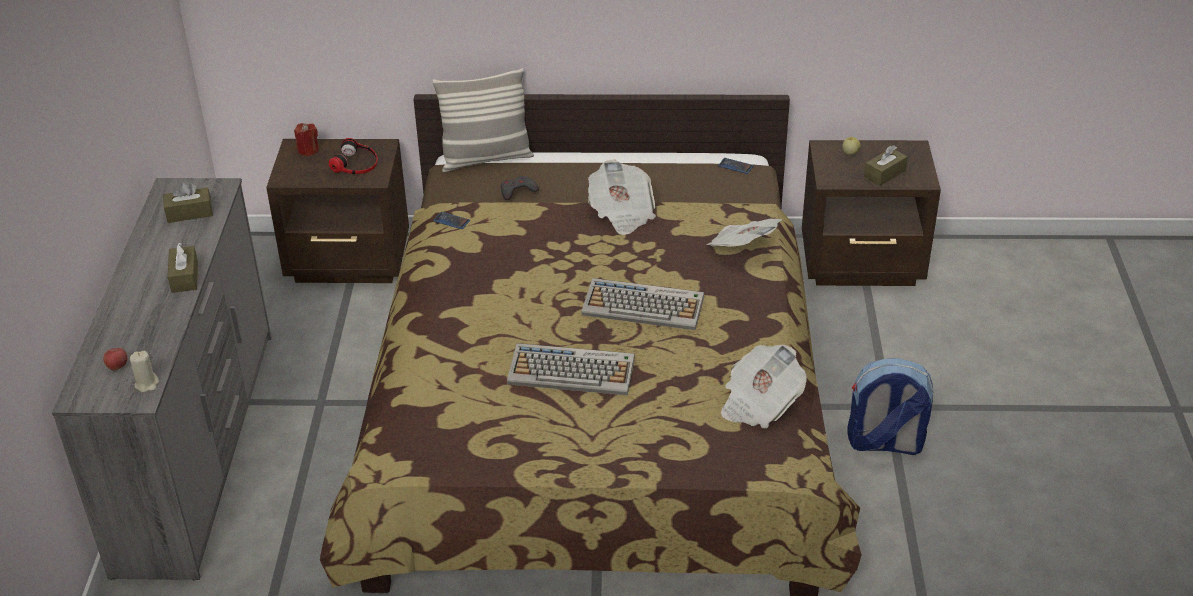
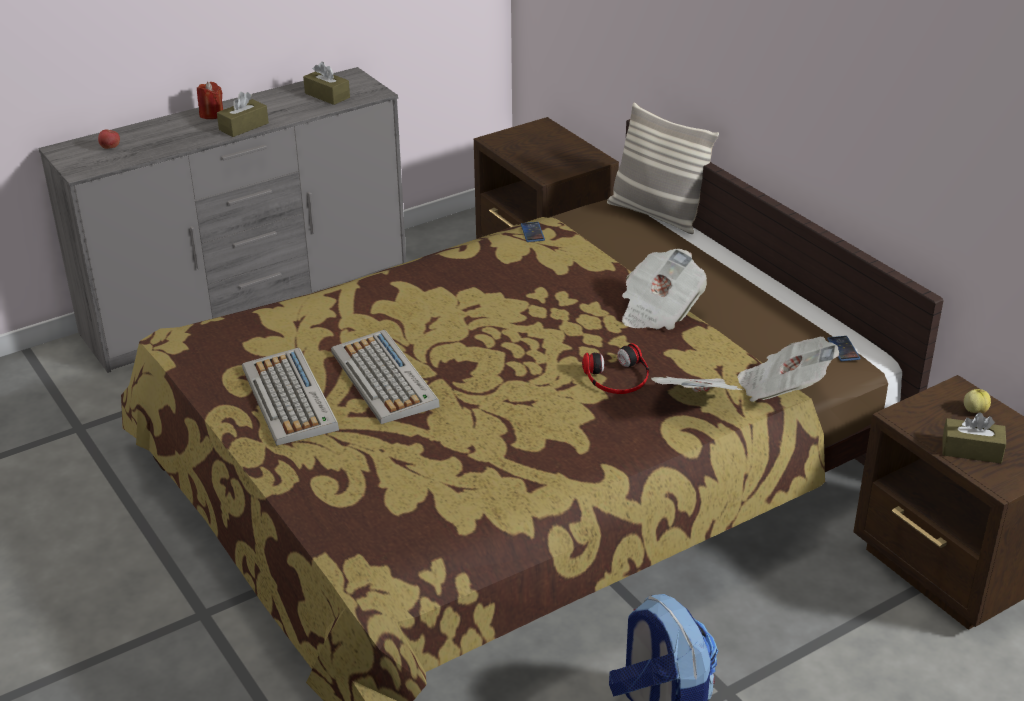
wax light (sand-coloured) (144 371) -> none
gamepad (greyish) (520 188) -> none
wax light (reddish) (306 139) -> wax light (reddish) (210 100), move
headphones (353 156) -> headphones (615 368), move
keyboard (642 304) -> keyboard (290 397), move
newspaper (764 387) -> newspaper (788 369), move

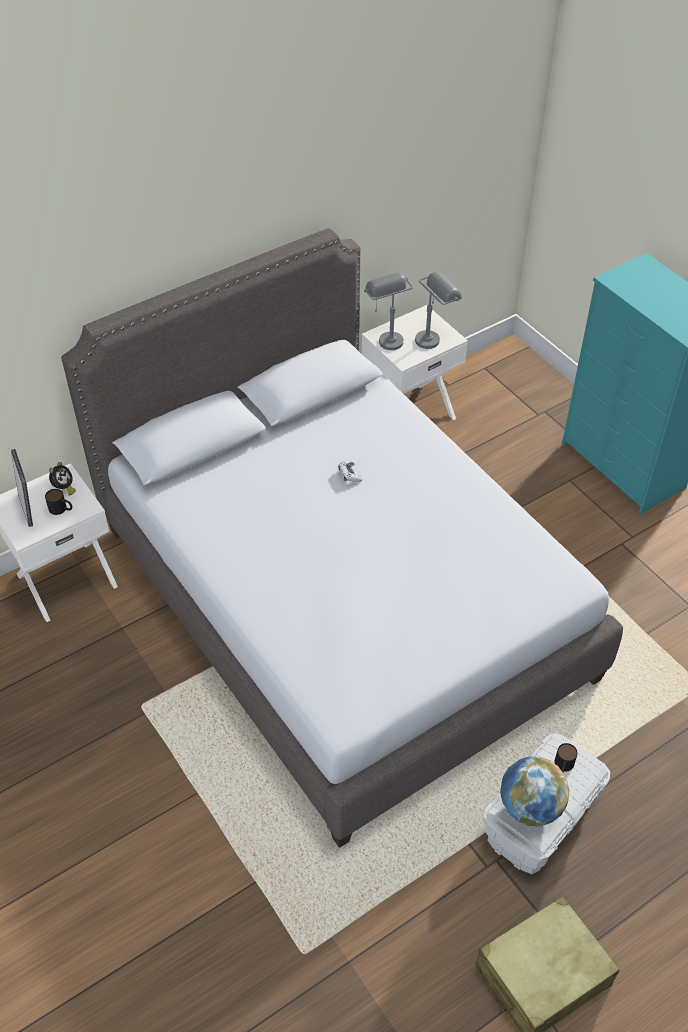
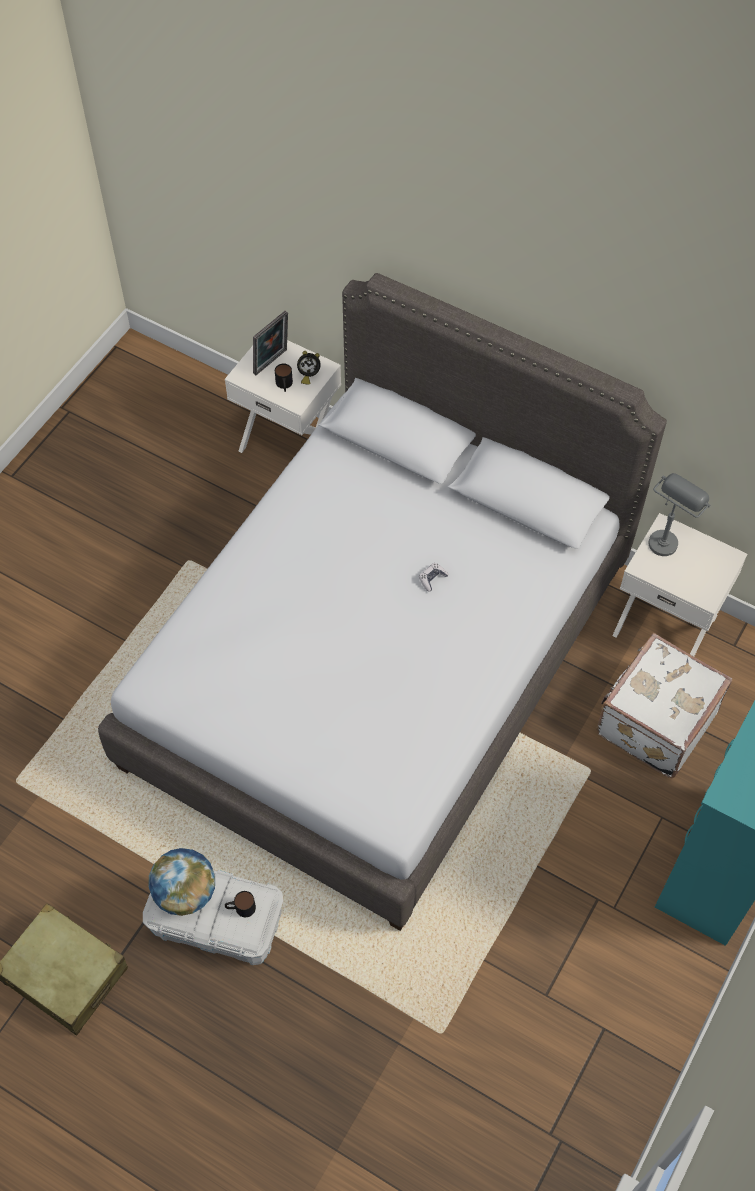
tabletop lamp (greyish) (438 310) -> none
none -> travel case (white) (664 705)

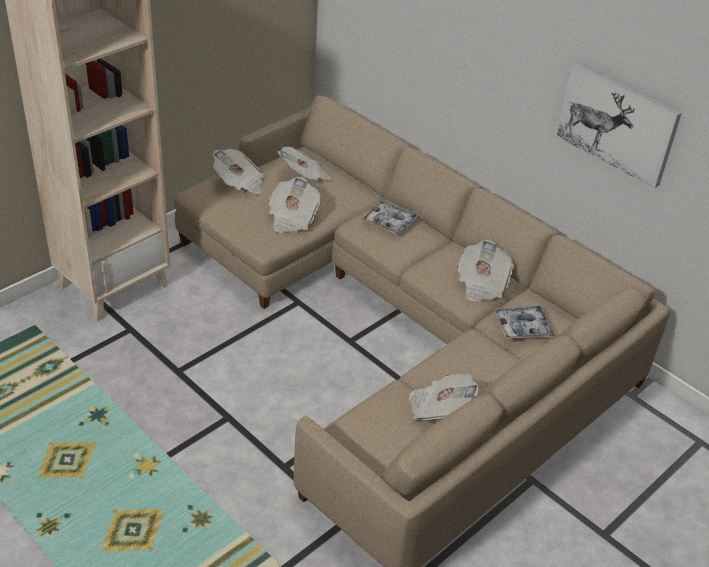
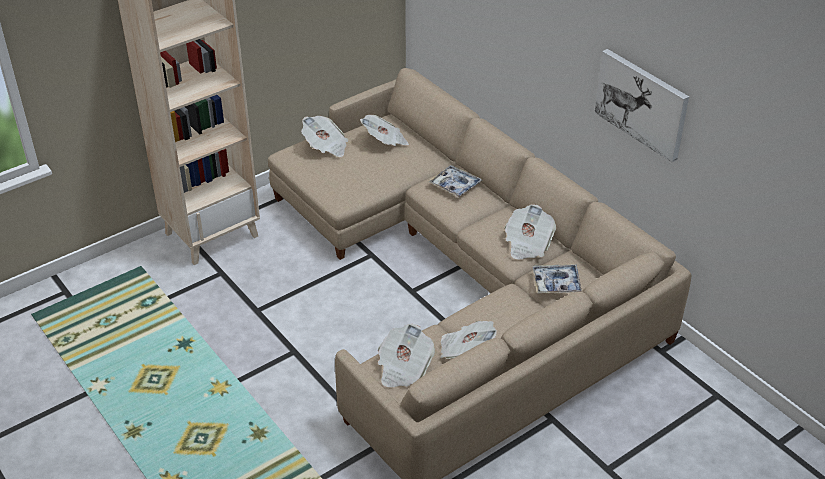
newspaper (294 205) -> newspaper (406 355), move

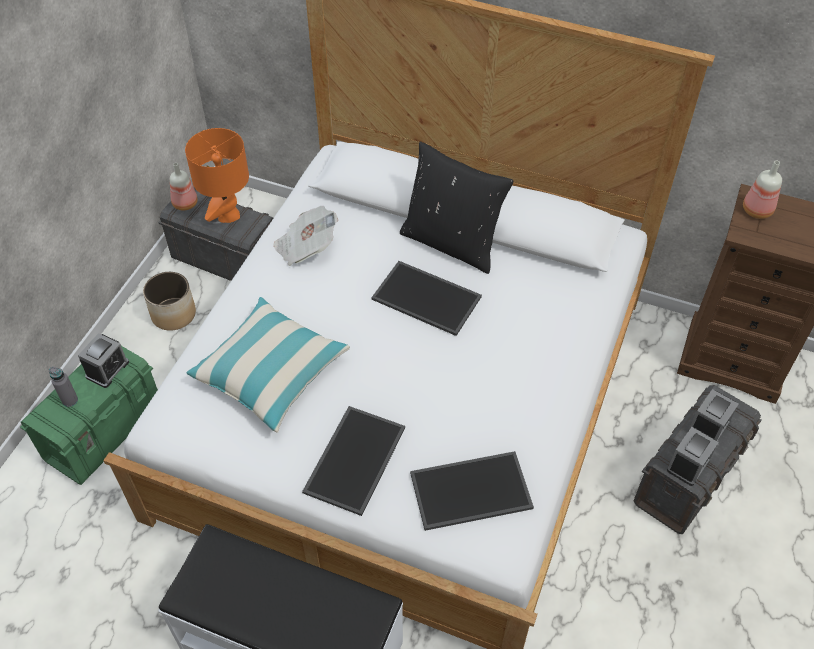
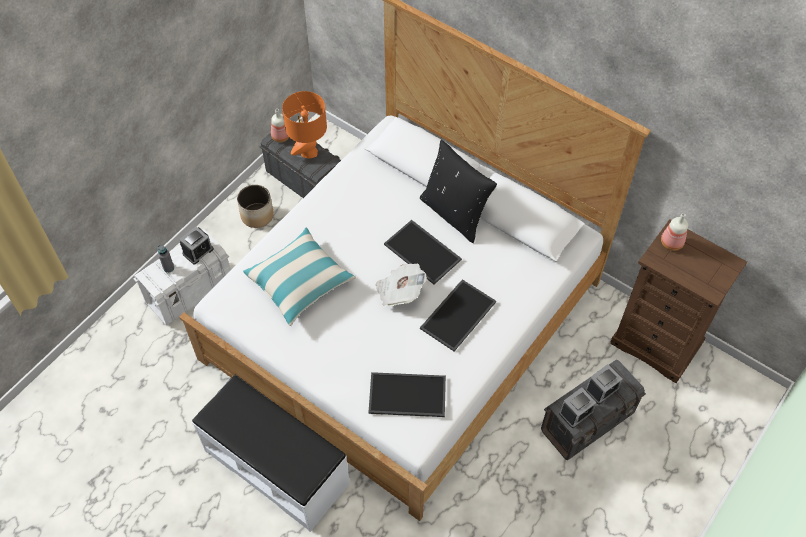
newspaper (305 236) -> newspaper (401 285), move
tray (353 461) -> tray (458 315), move
storage box (greenish) (89 415) -> storage box (white) (182 277)

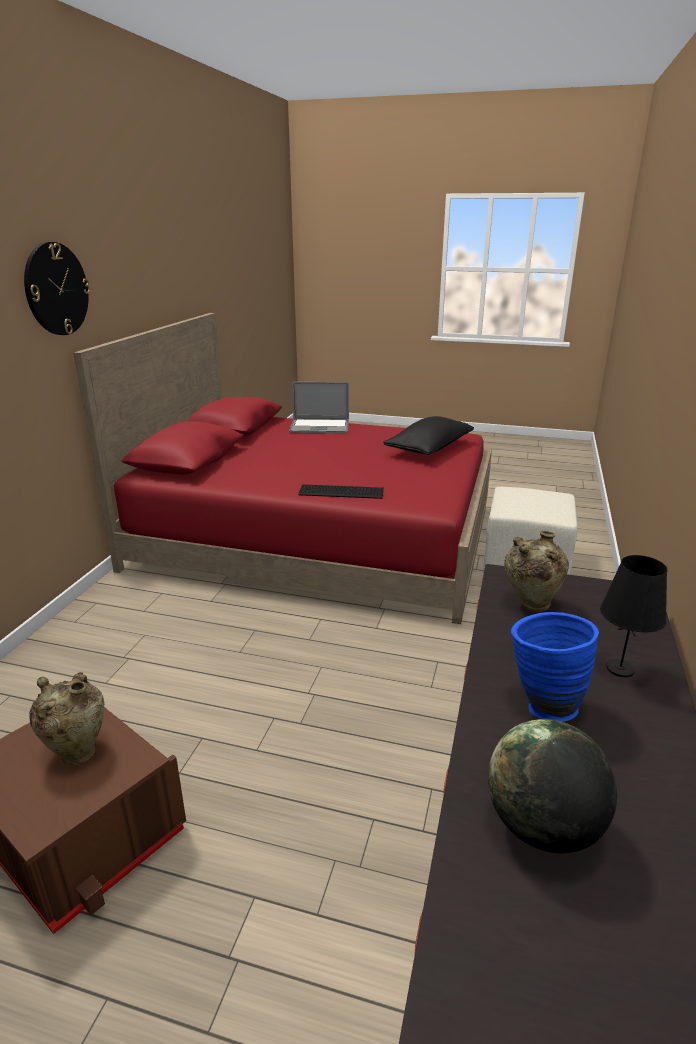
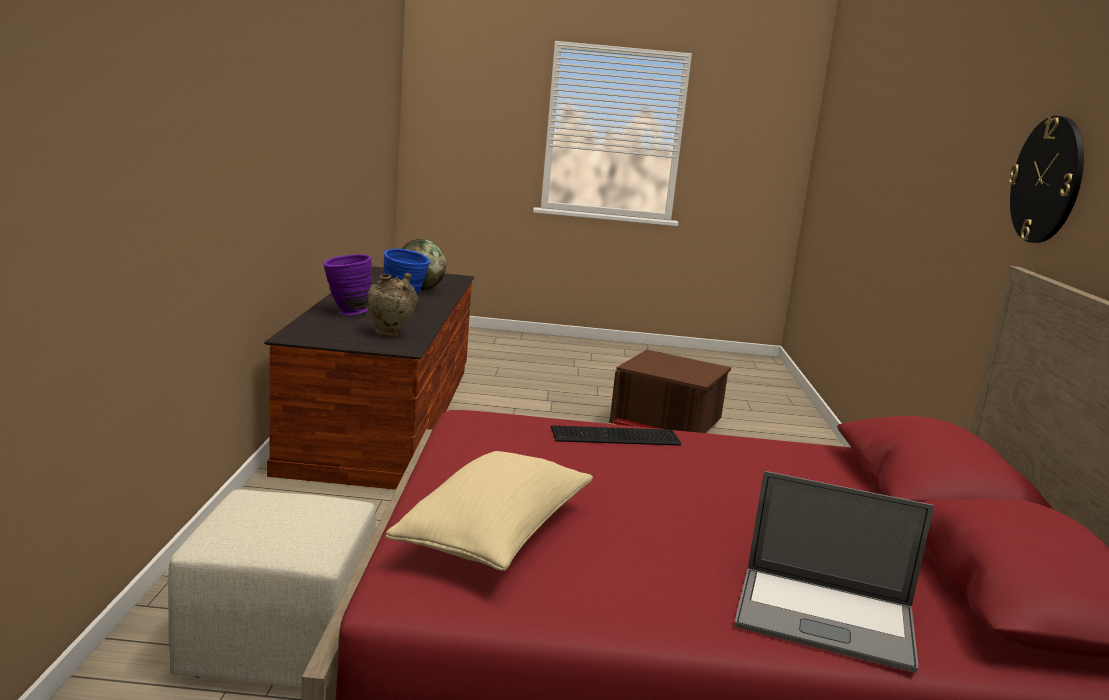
decorative vase (sand-coloured) (67 718) -> none
tabletop lamp (blackish) (634 616) -> decorative vase (purple) (348 284)
pillow (blackish) (428 435) -> pillow (sand-coloured) (489 511)
notebook computer (319 407) -> notebook computer (833 572), 150 degrees counterclockwise

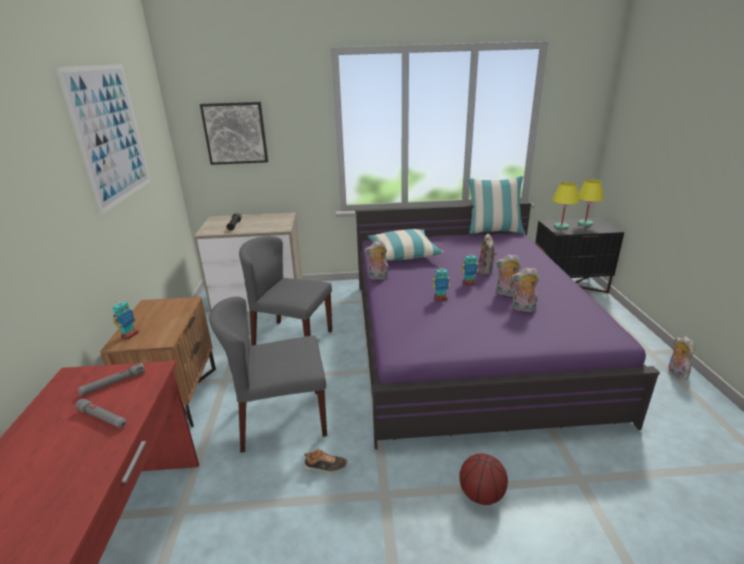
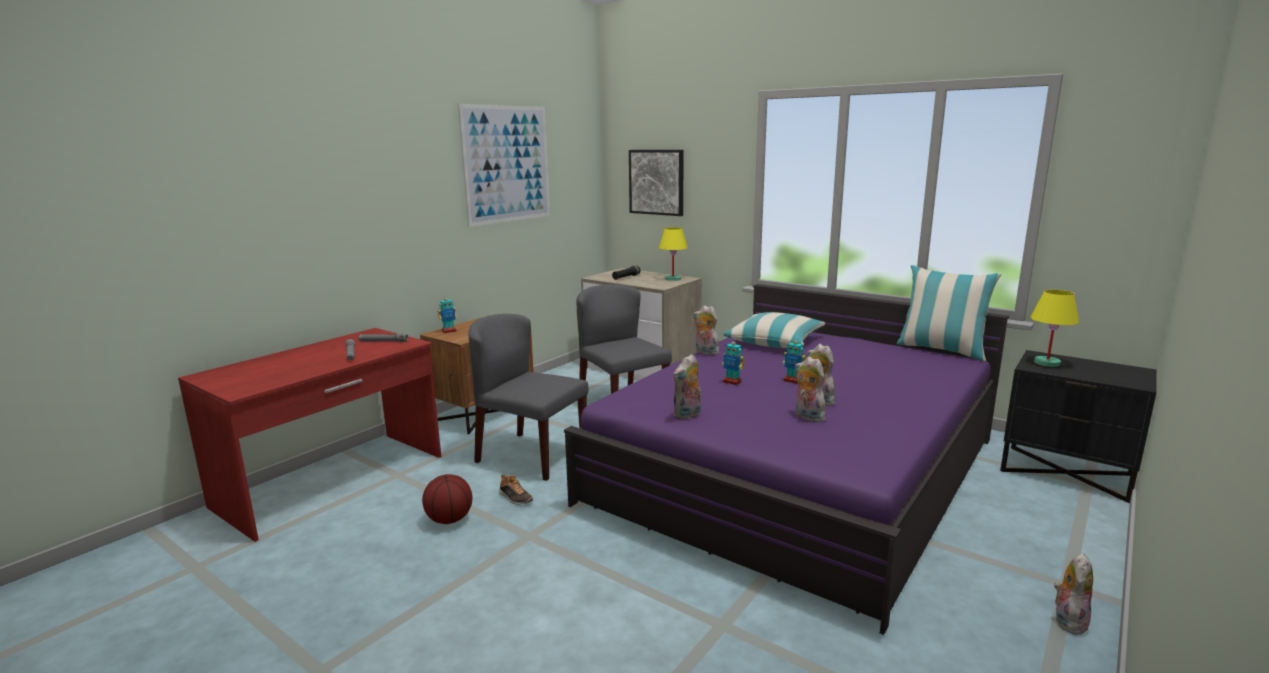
basketball ball (483 479) -> basketball ball (447 499), move
plush toy (487 254) -> plush toy (687 387), move
tabletop lamp (yellowish) (591 203) -> tabletop lamp (yellowish) (673 254), move

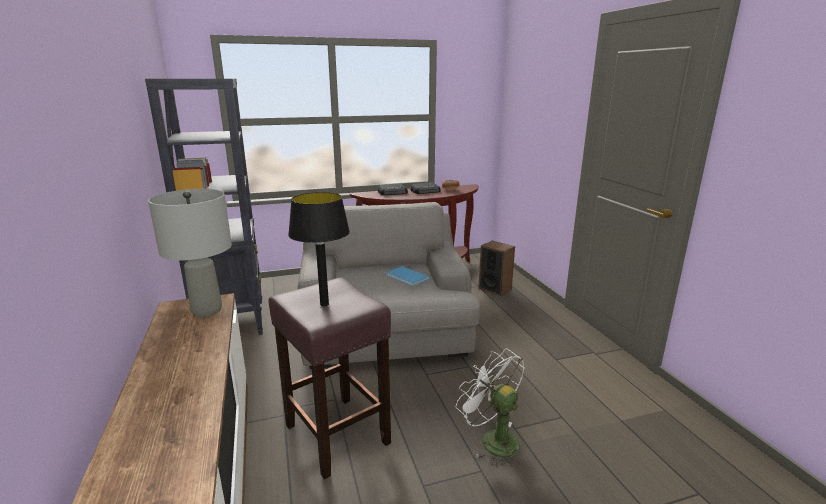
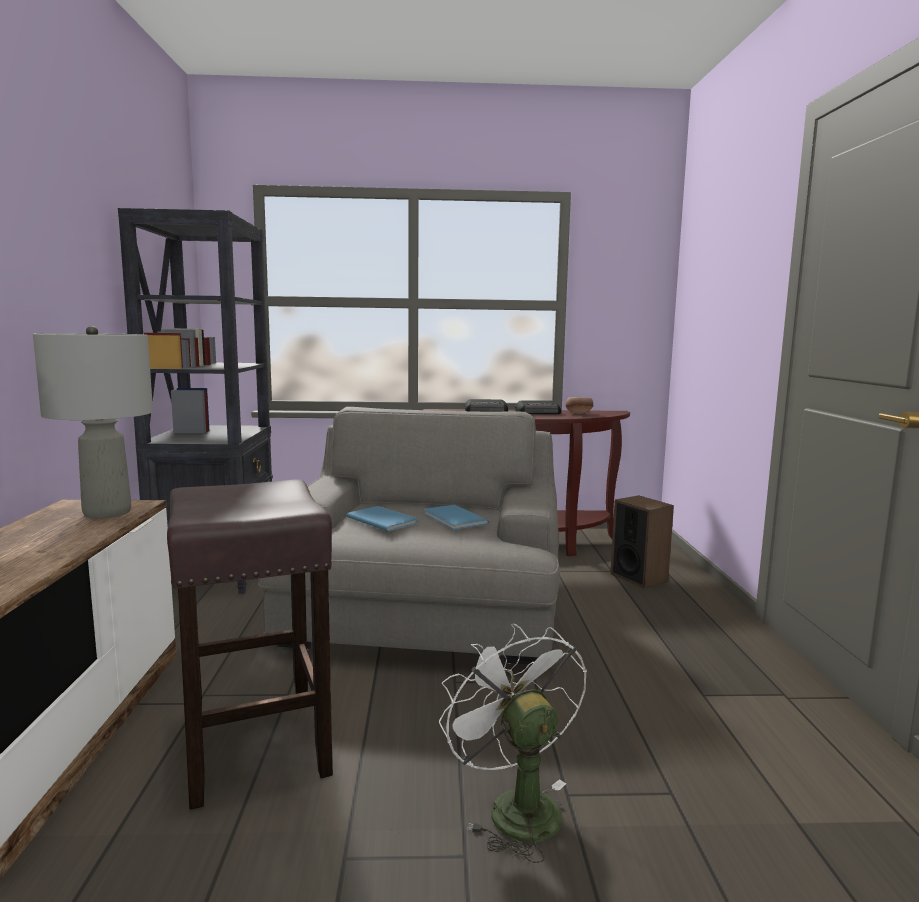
tabletop lamp (blackish) (319 249) -> none
none -> bound book (blue-coloured) (382 518)

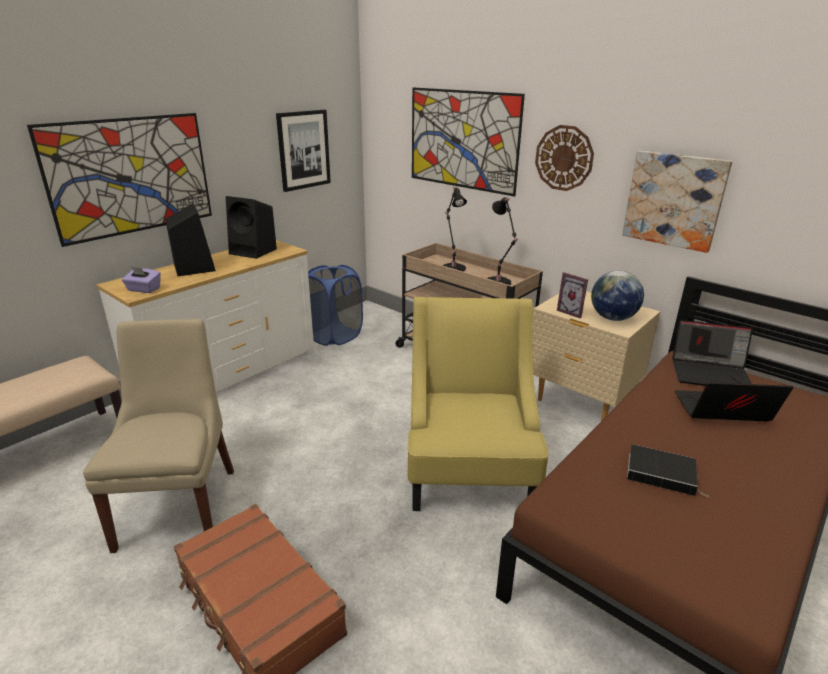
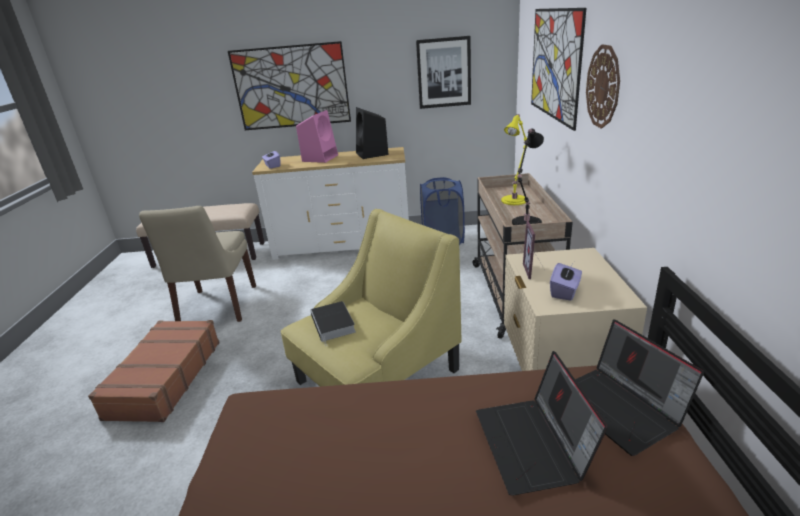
picture (677 202) -> none
bound book (667 470) -> bound book (333 323), move
desk globe (617 295) -> tissue holder (purple) (566 281)
audio speaker (blackish) (190 239) -> audio speaker (pinkish) (317 136)
tabletop lamp (blackish) (454 228) -> tabletop lamp (yellowish) (514 159)
chair (sand-coloured) (158 436) -> chair (sand-coloured) (197 264), 135 degrees clockwise
notebook computer (734 402) -> notebook computer (542 423), 150 degrees counterclockwise

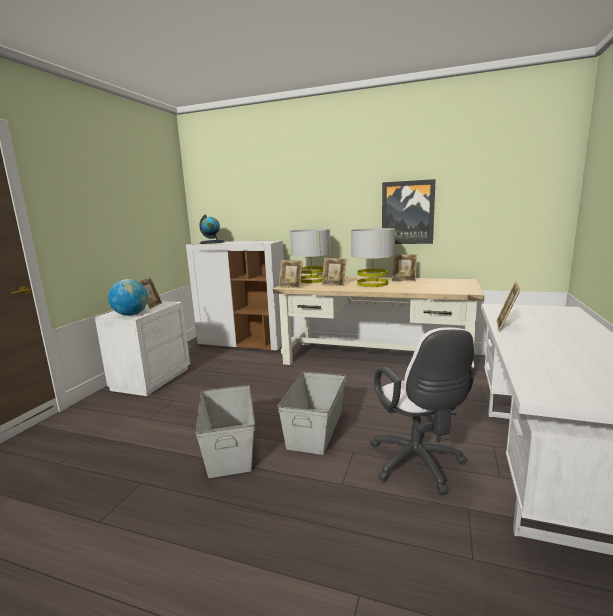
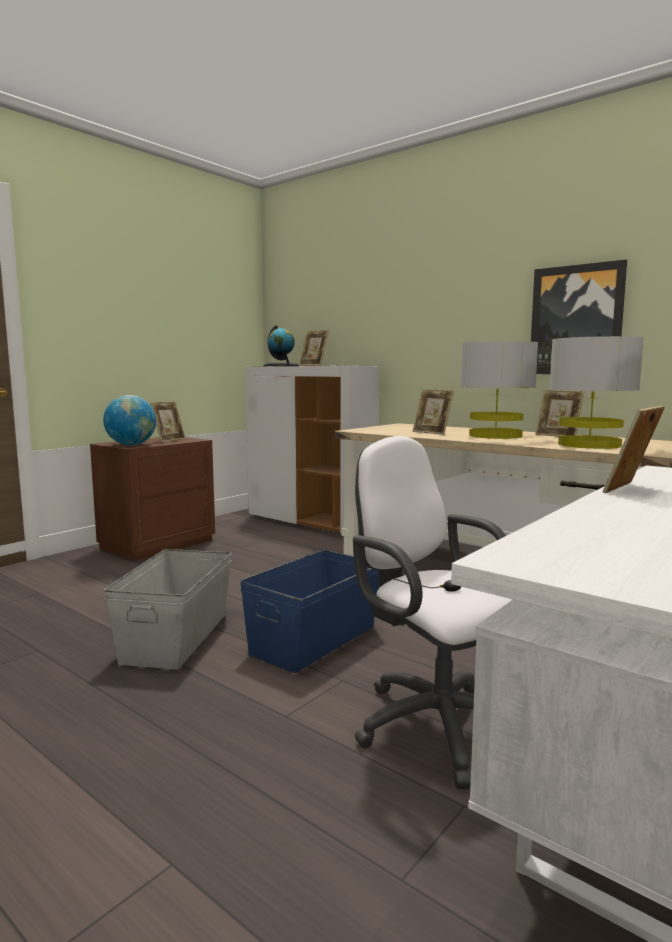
standing frame (291 274) -> standing frame (314 348), move
tabletop lamp (greyish) (310 256) -> tabletop lamp (greyish) (596 392), move
nightstand (white) (142 348) -> nightstand (brown) (152 499)
storage box (greyish) (312 413) -> storage box (blue-coloured) (309 611)
desk chair (white) (422 411) -> desk chair (white) (433 612), 135 degrees clockwise

